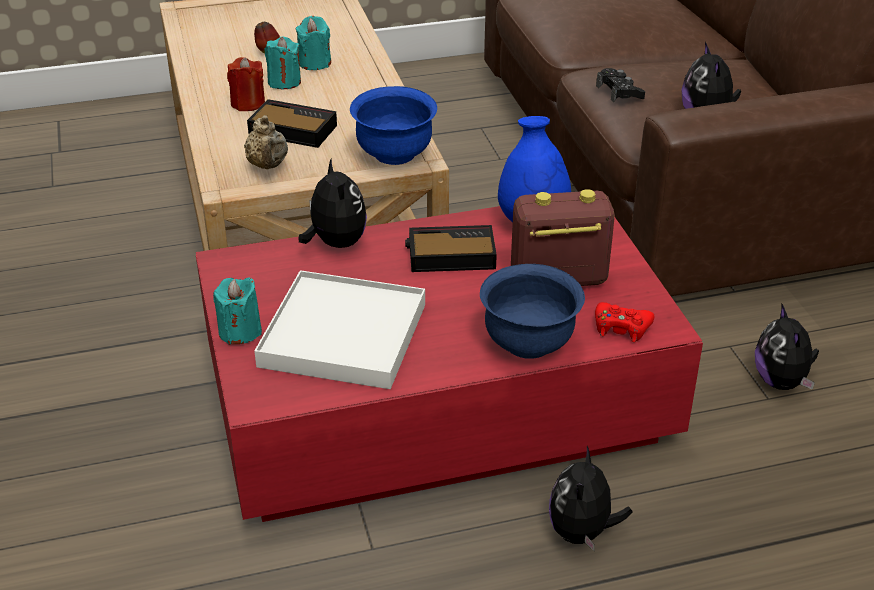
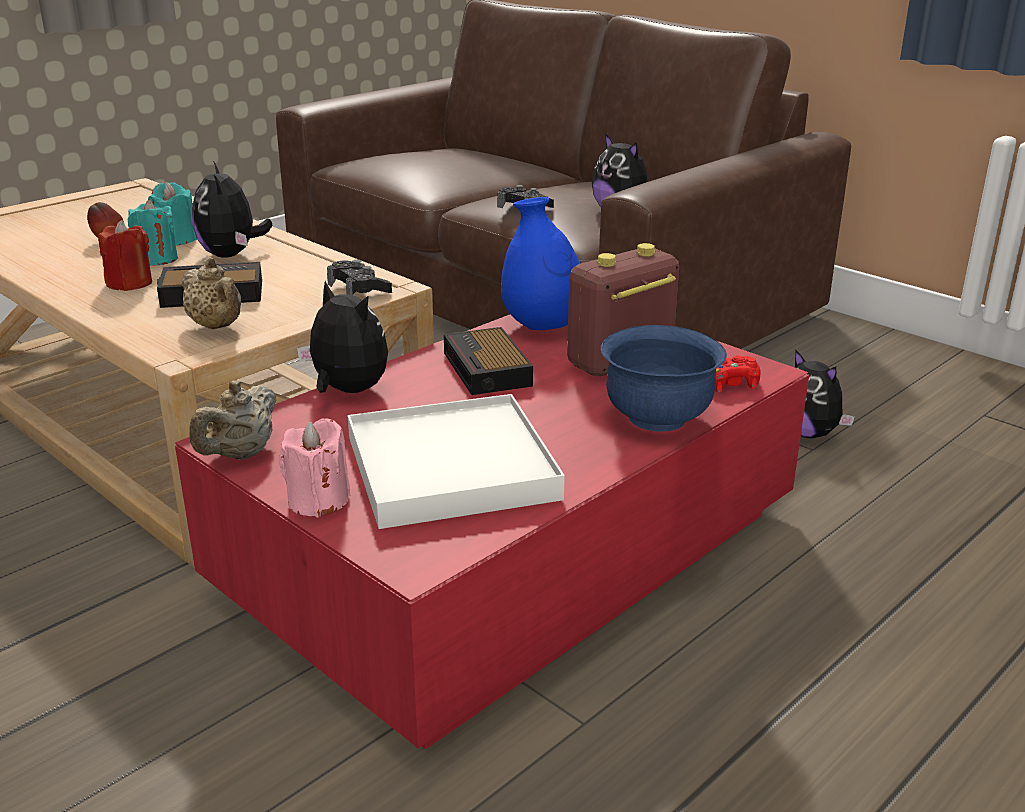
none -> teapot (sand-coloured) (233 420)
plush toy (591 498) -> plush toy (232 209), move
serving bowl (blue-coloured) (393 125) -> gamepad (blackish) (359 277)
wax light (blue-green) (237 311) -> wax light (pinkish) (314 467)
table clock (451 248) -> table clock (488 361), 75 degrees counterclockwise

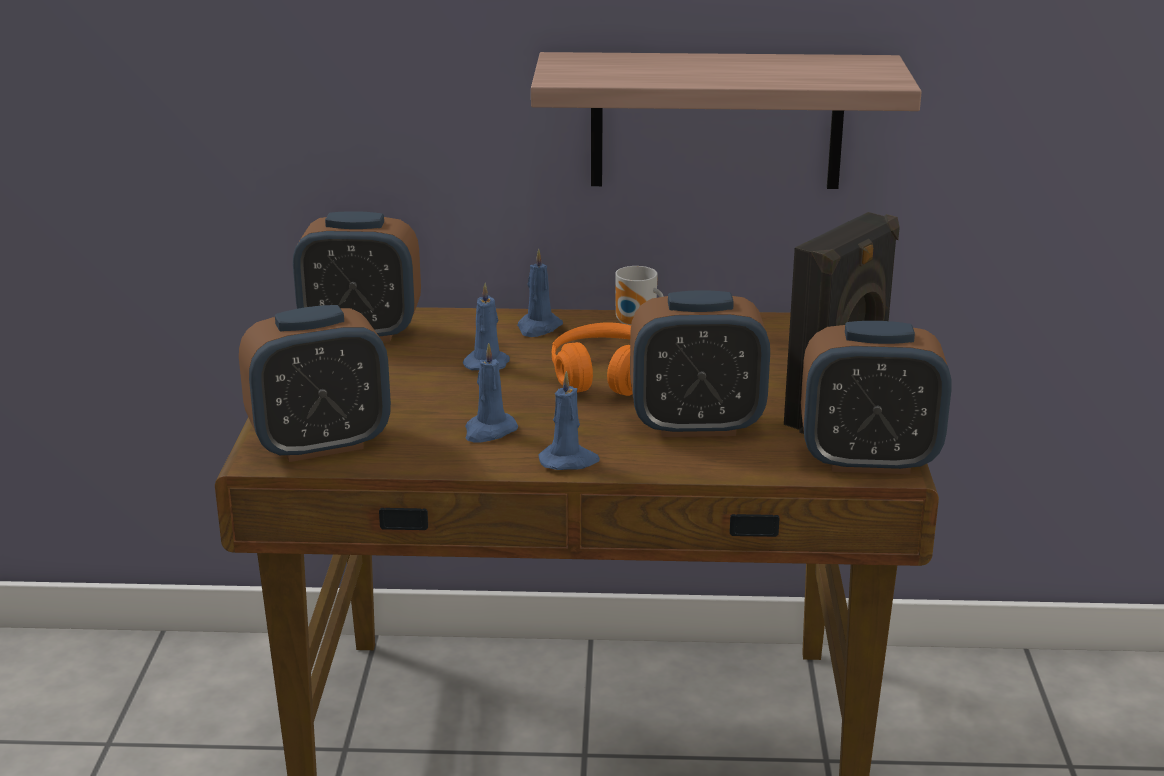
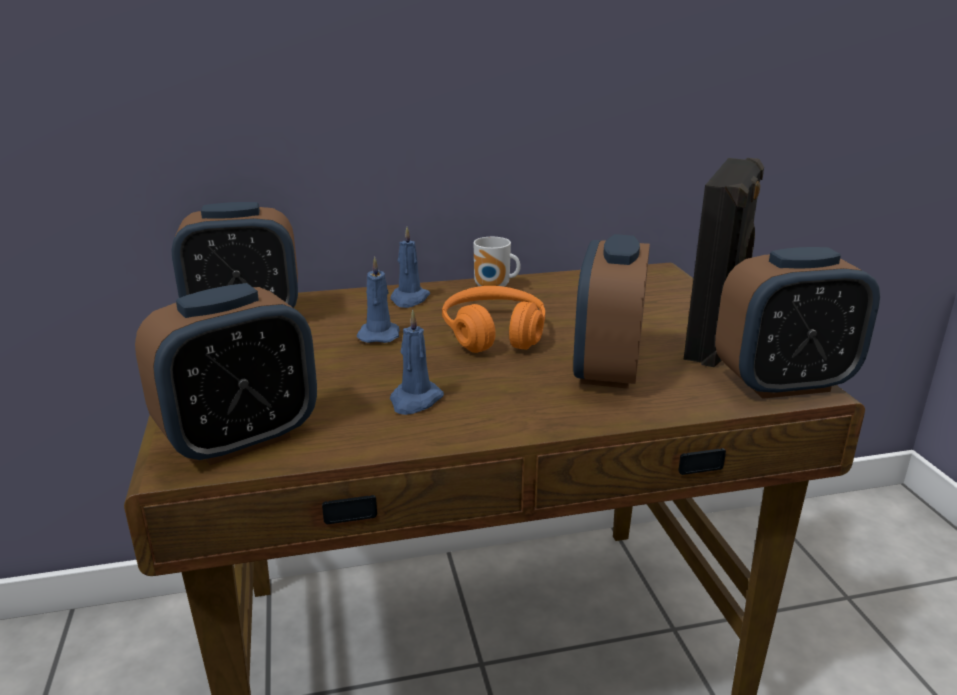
wall shelf (726 120) -> none
wax light (blue-coloured) (569 420) -> none
table clock (700 363) -> table clock (611 311), 120 degrees clockwise

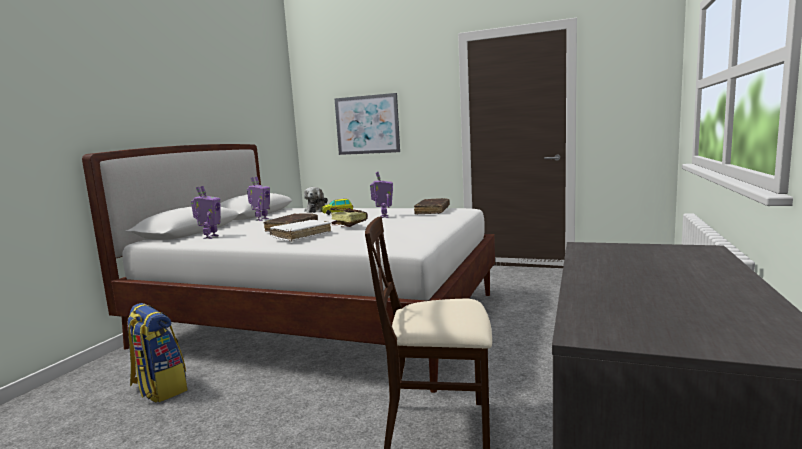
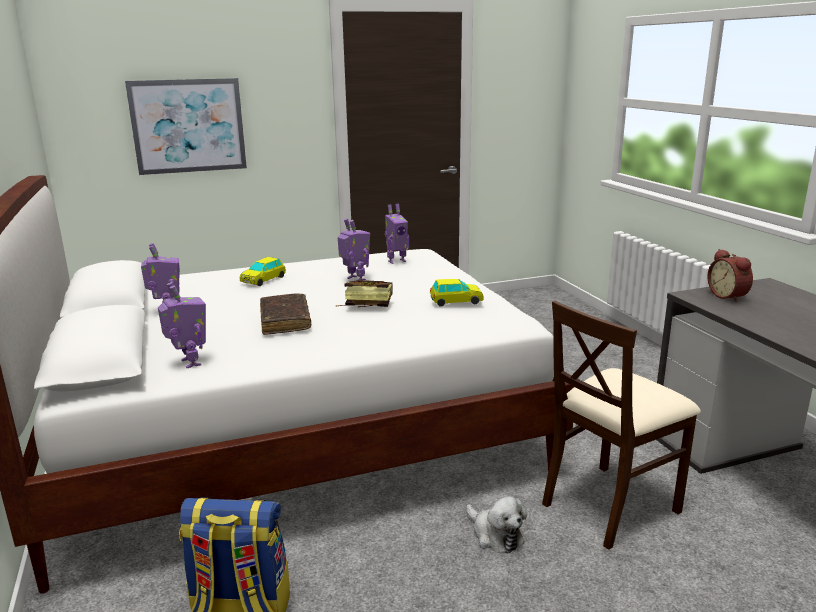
bound book (white) (300 231) -> none
none -> miniature car (457 293)
none -> table clock (730 275)
plush toy (316 200) -> plush toy (496 525), move
bound book (brown) (432 206) -> model robot (397 234)

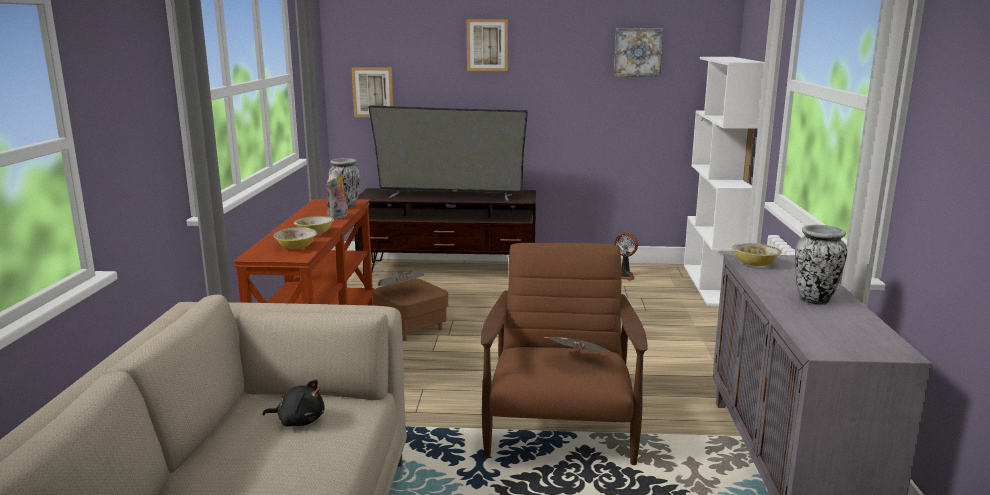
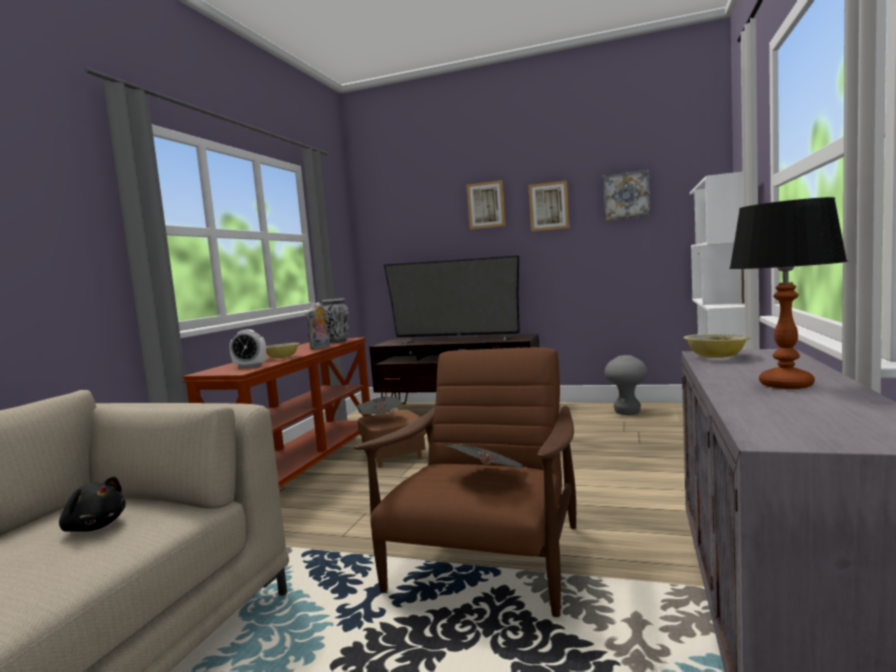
picture (373 92) -> picture (549 206), move
serving bowl (295 238) -> table clock (247 348)
electric fan (626 256) -> stool (greyish) (626 385)
decorative vase (821 265) -> tabletop lamp (788 293)

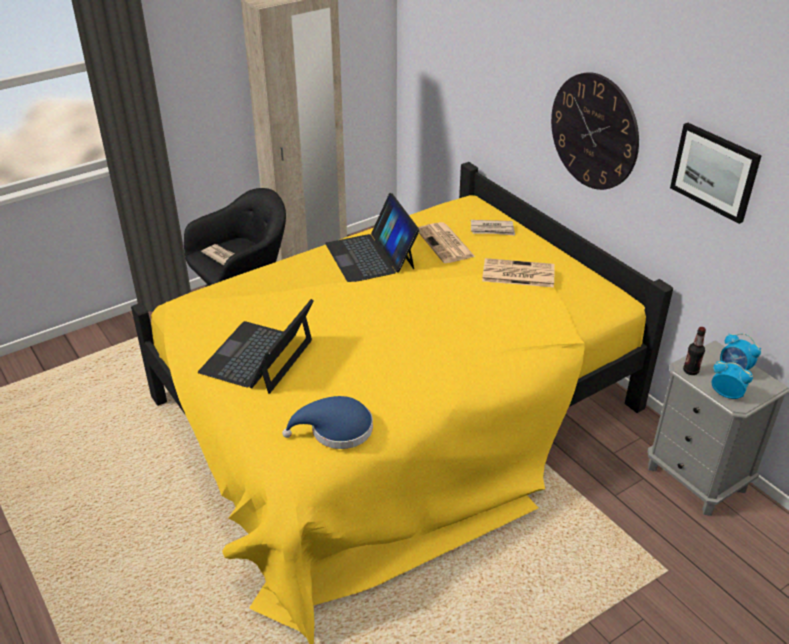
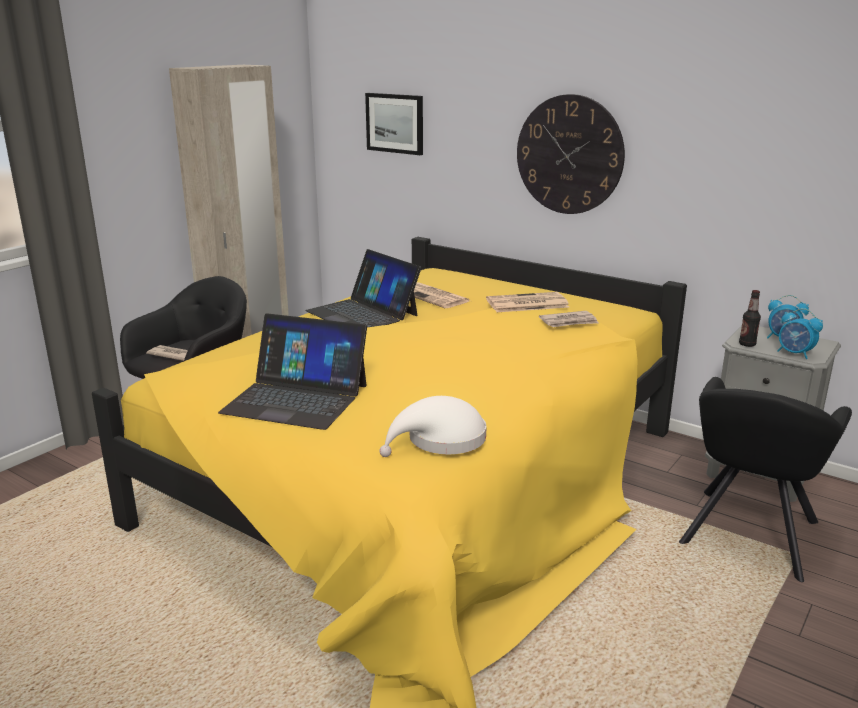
none -> easy chair (blackish) (765 479)
newspaper (493 227) -> newspaper (569 319), move
picture (715 173) -> picture (394 124), move
clothing hat (blue-coloured) (327 422) -> clothing hat (white) (433 426)
notebook computer (256 346) -> notebook computer (292 371), 75 degrees counterclockwise
table clock (732 380) -> table clock (800 333), 150 degrees counterclockwise

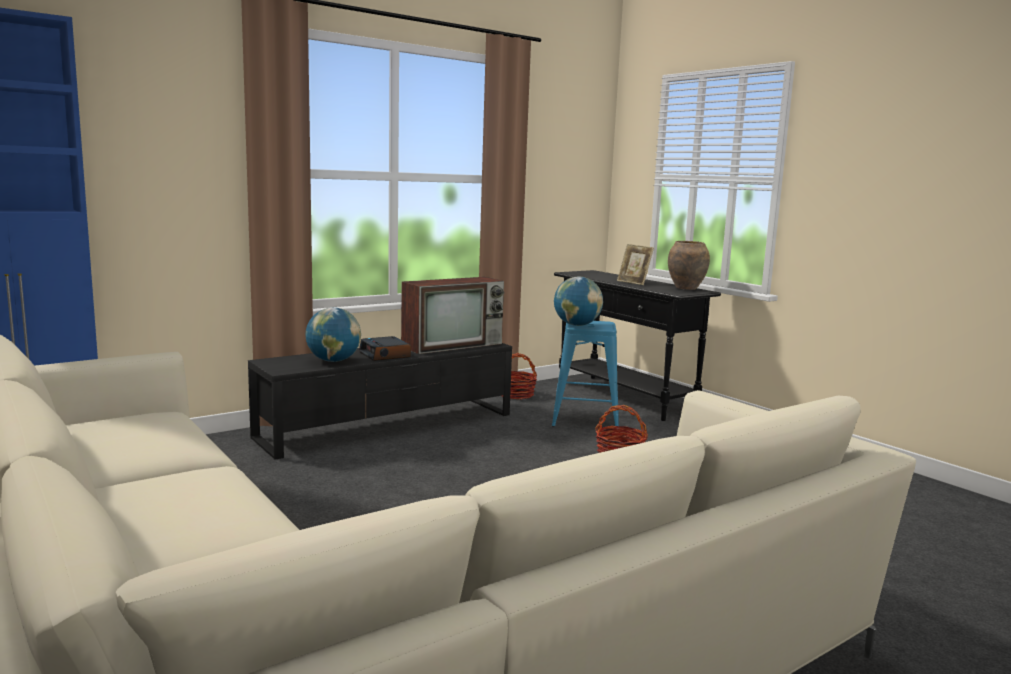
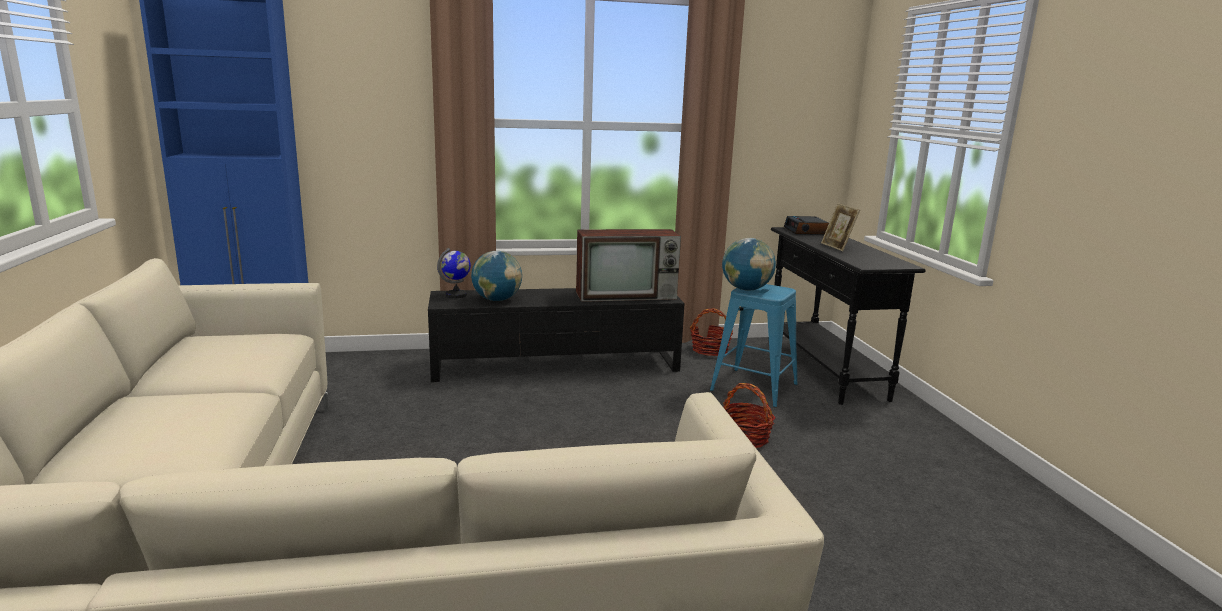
decorative vase (brown) (689 265) -> none
none -> desk globe (454 273)
table clock (385 348) -> table clock (806 225), move

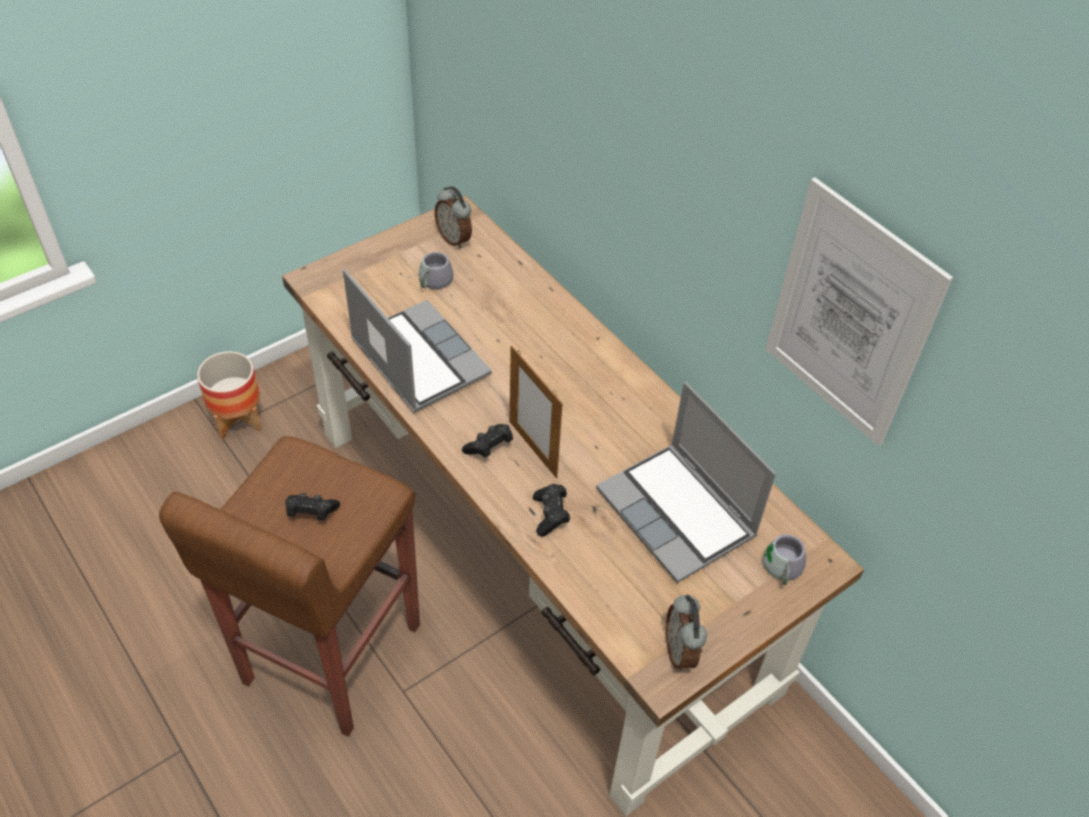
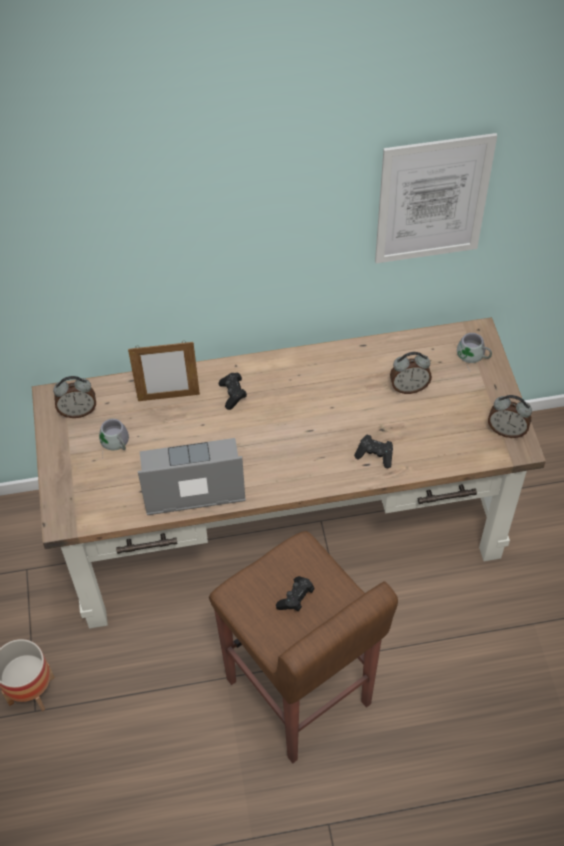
gamepad (blackish) (487 441) -> gamepad (blackish) (233 391), move
standing frame (536 411) -> standing frame (164 371), move
notebook computer (686 482) -> table clock (411 373)

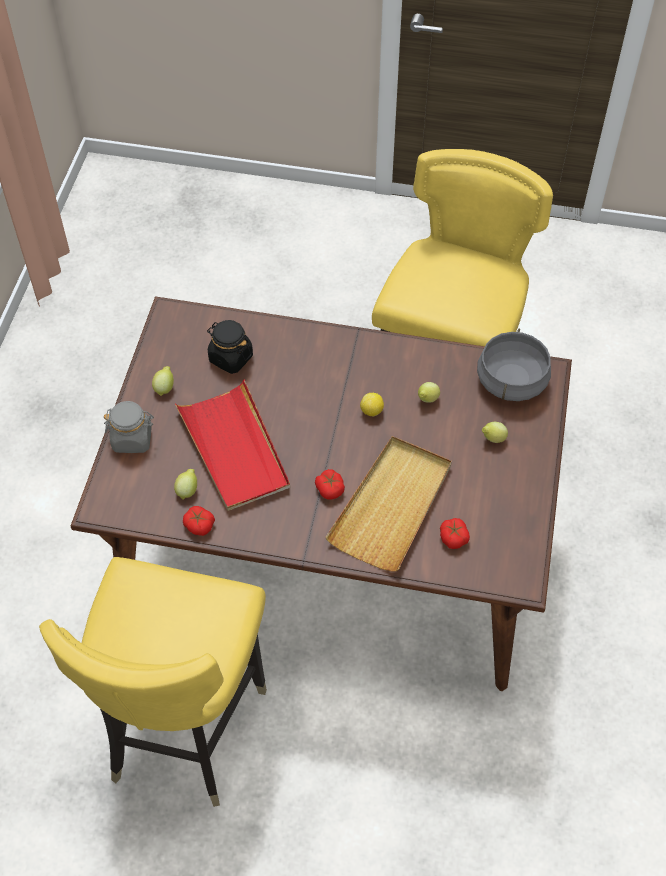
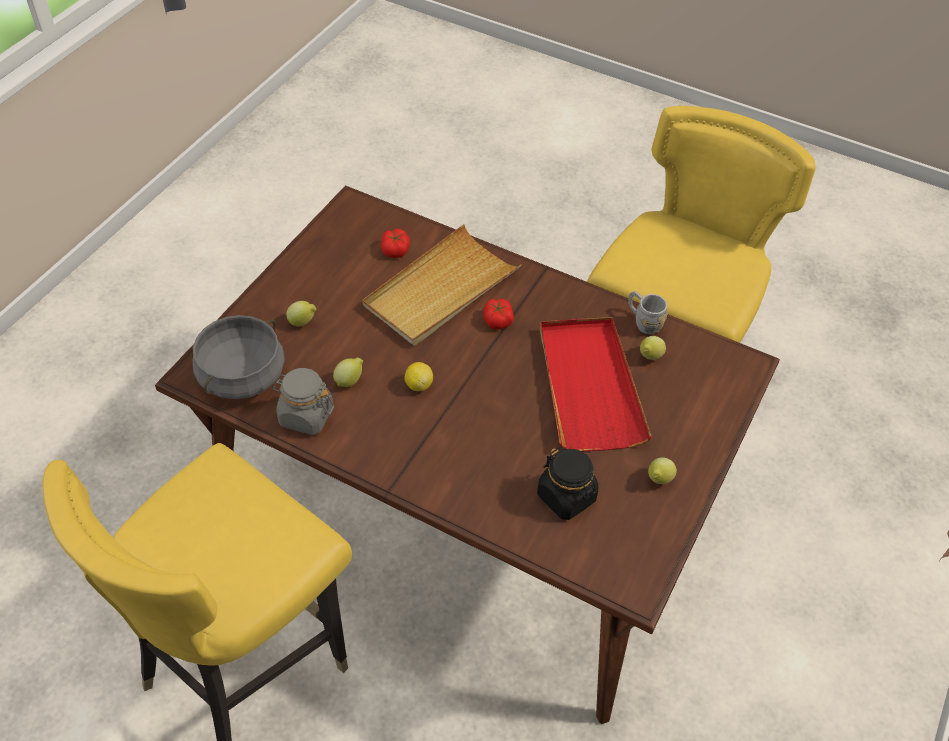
storage jar (greyish) (129 427) -> storage jar (greyish) (303 401), move
fresh tomato (199 521) -> coffee mug (greyish) (647 312)

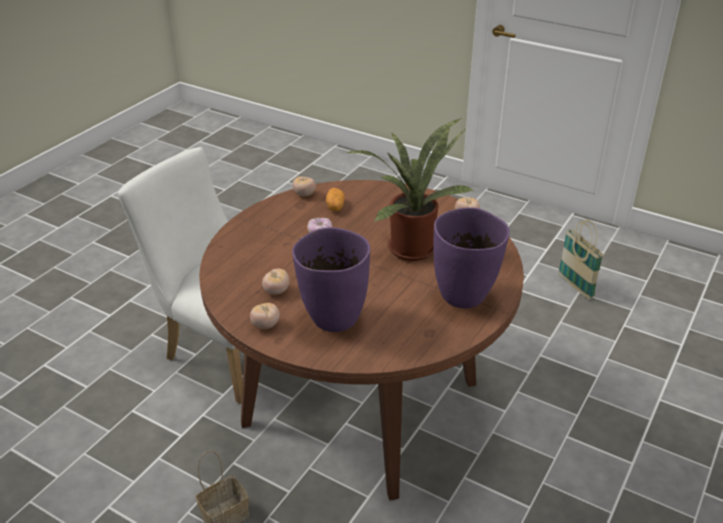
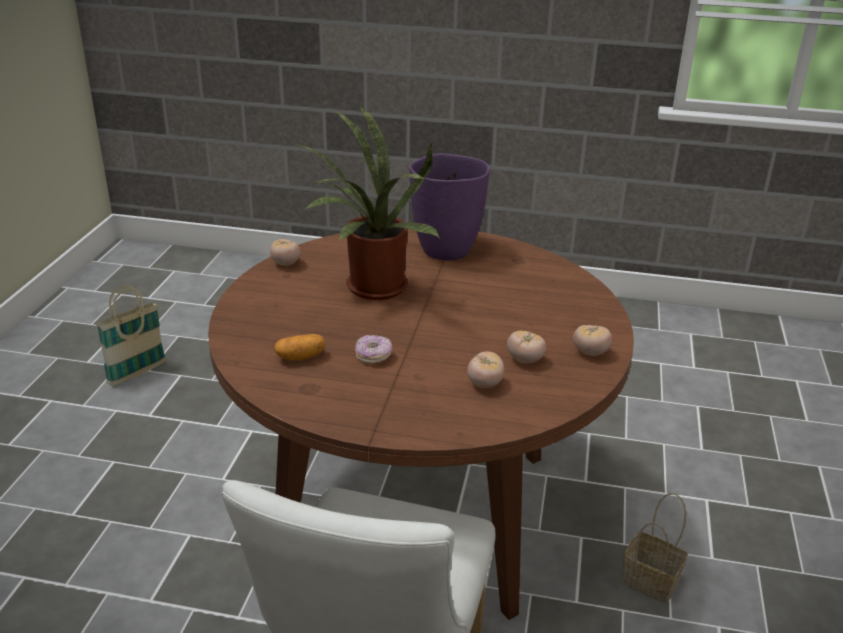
decorative vase (purple) (331 279) -> none
fresh tomato (304 186) -> fresh tomato (485 370), move

